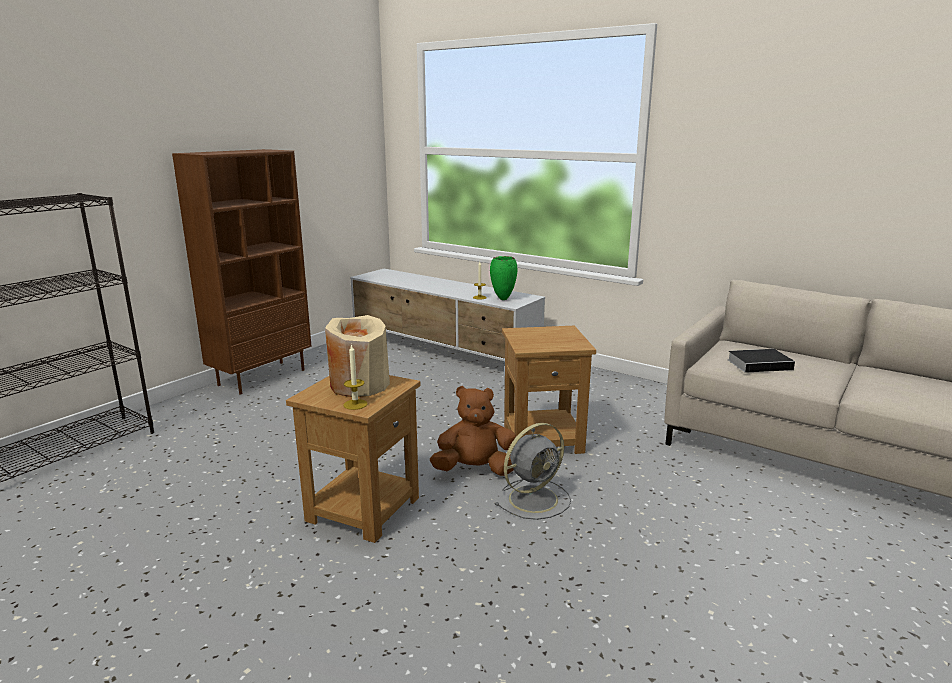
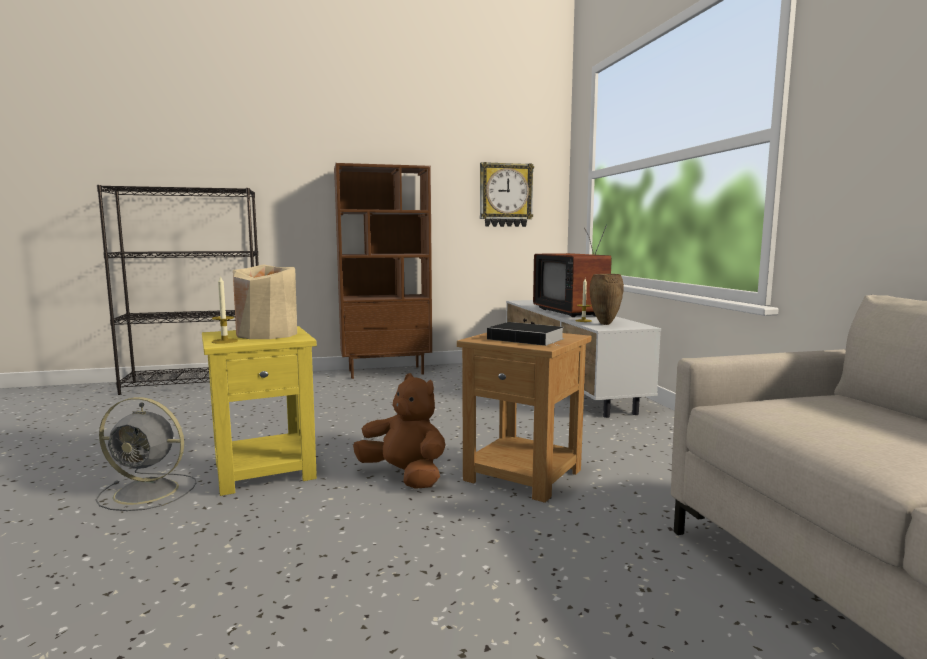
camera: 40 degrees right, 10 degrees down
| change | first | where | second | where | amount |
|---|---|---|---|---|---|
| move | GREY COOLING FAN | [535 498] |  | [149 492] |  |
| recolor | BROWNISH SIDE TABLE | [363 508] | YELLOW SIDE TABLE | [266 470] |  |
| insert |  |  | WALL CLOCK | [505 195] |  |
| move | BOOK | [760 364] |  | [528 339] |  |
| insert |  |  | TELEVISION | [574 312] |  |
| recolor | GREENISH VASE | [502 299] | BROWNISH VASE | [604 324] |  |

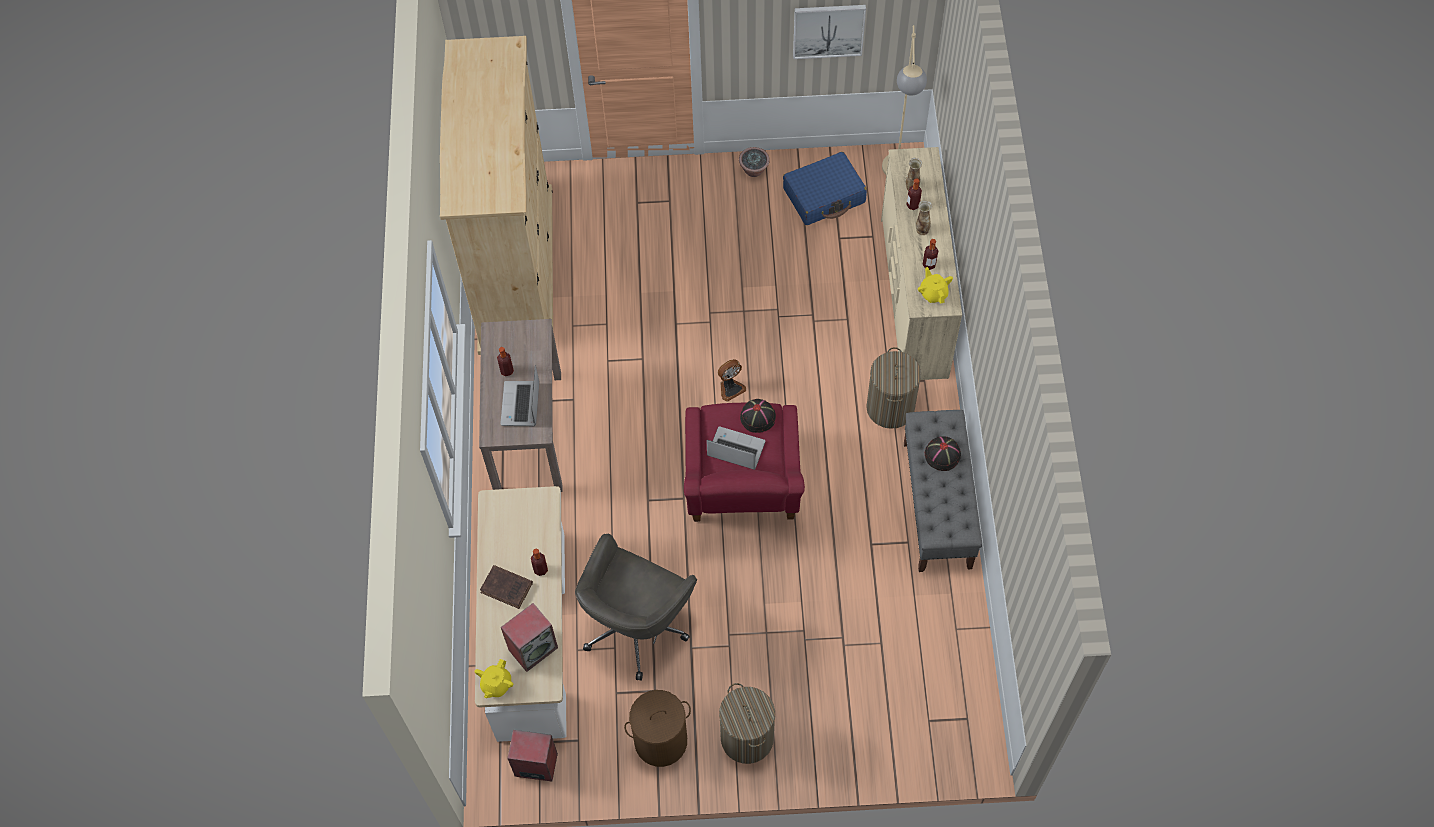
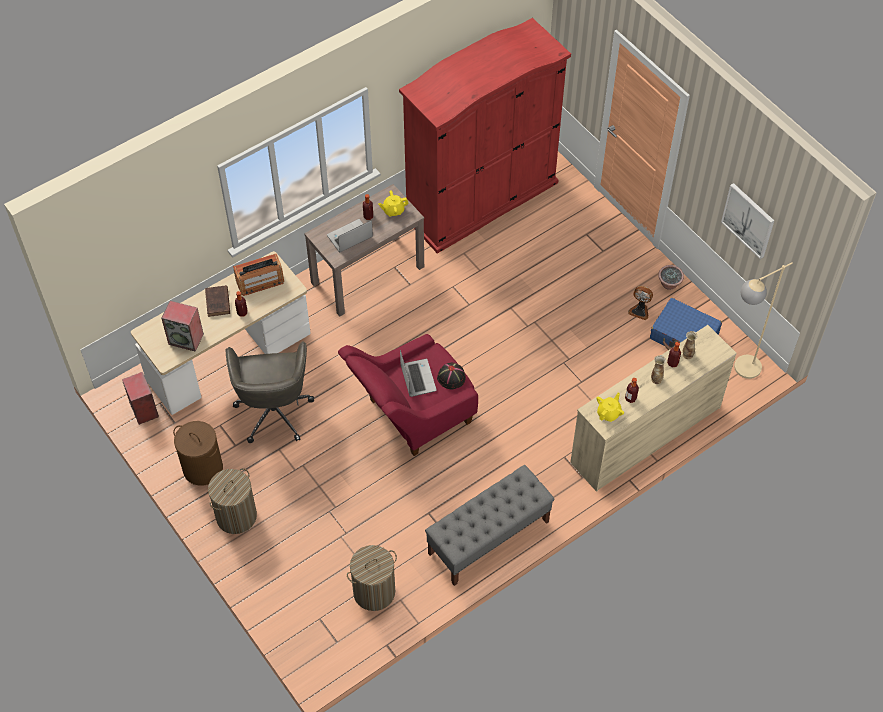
camera: 55 degrees right, 5 degrees down
| change | first | where | second | where | amount |
|---|---|---|---|---|---|
| rotate | GREY OFFICE CHAIR | [637 625] |  | [274 410] | 90 degrees counterclockwise |
| insert |  |  | RADIO RECEIVER | [260 281] |  |
| move | HAMPER | [890 407] |  | [374 591] |  |
| move | YELLOW POT FOR TEA | [496 684] |  | [393 210] |  |
| recolor | BEIGE-COLOURED ARMOIRE | [515 269] | REDDISH ARMOIRE | [481 199] |  |
| move | COOLING FAN | [730 388] |  | [639 311] |  |
| delete | BLACKISH WEARABLE HAT | [942 454] |  |  |  |

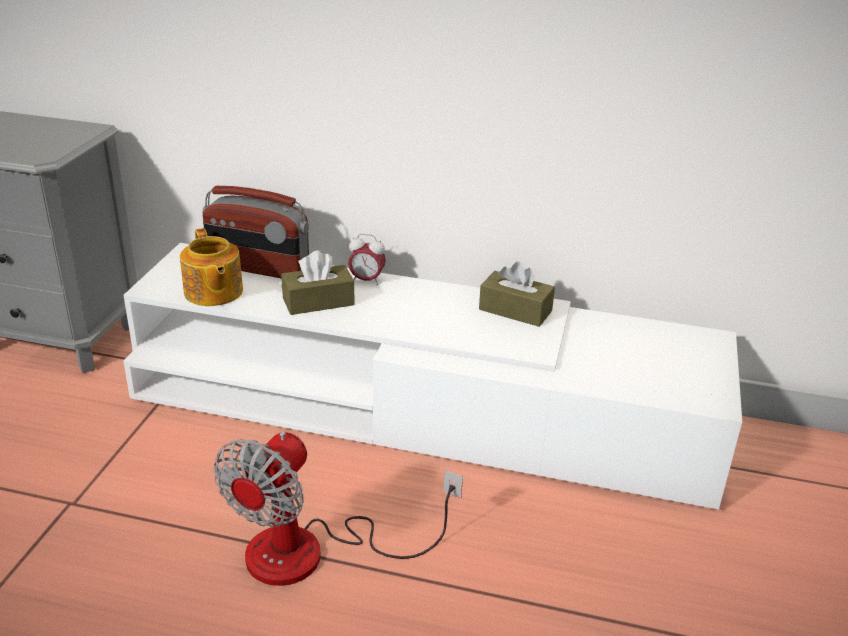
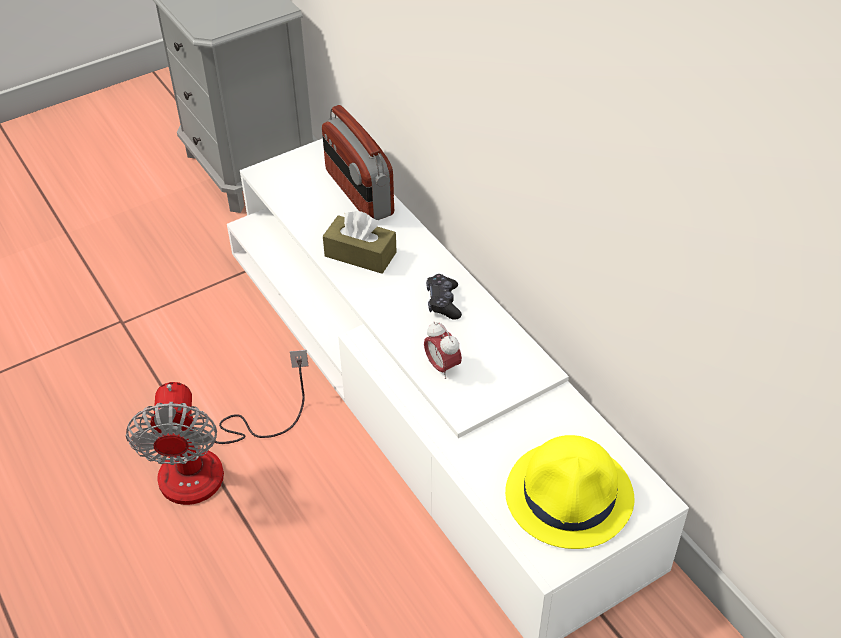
camera: 45 degrees right, 15 degrees up
| change | first | where | second | where | amount |
|---|---|---|---|---|---|
| rotate | COOLING FAN | [313 553] |  | [212 462] | 75 degrees counterclockwise |
| move | ALARM CLOCK | [366 280] |  | [442 367] |  |
| insert |  |  | BLACKISH GAMEPAD | [443 302] |  |
| insert |  |  | YELLOW WEARABLE HAT | [570 495] |  |
| delete | POT FOR TEA | [213 292] |  |  |  |
| delete | BROWNISH TISSUE HOLDER | [515 310] |  |  |  |

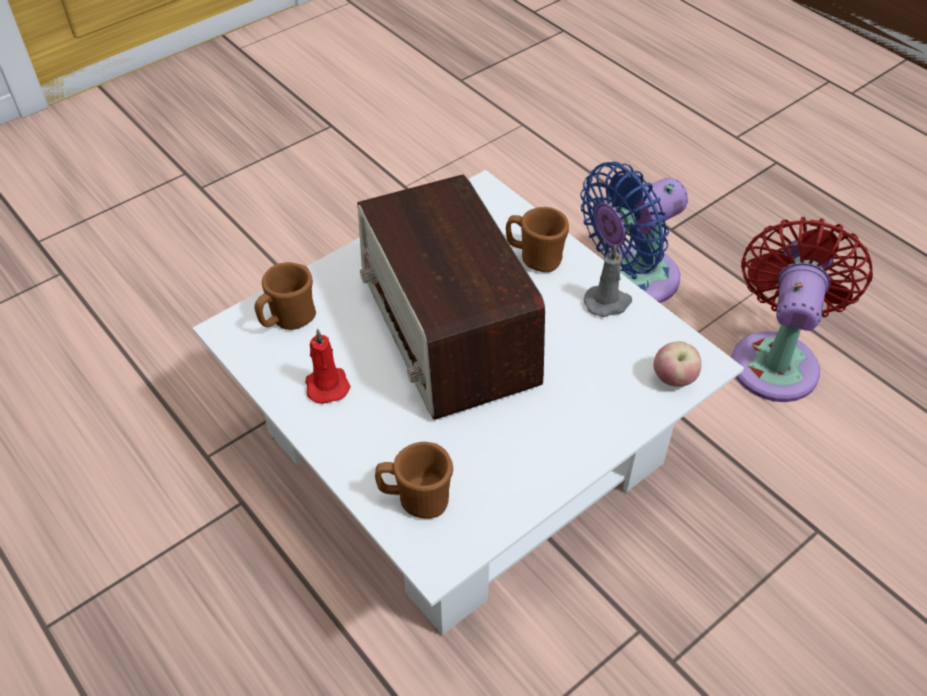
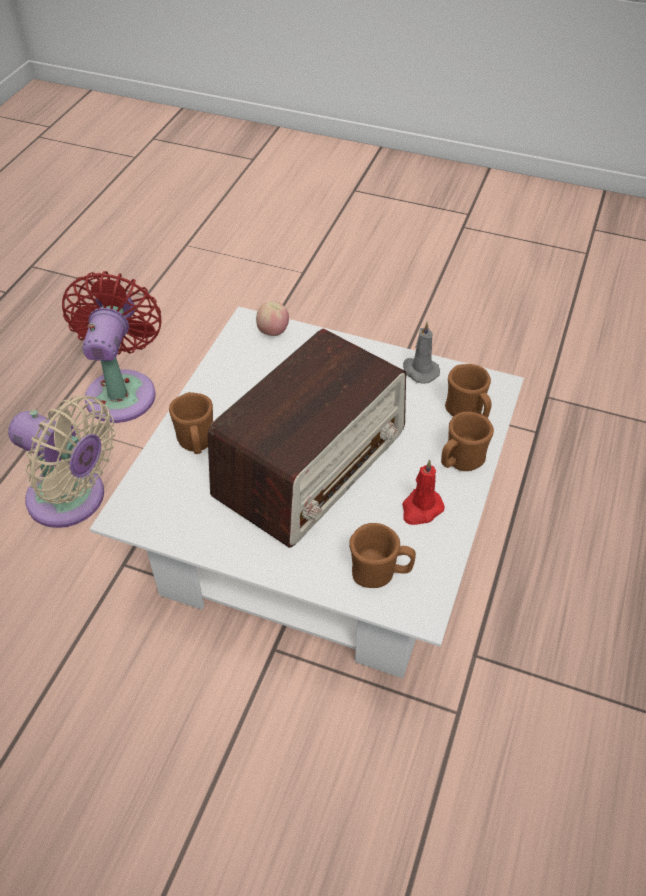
camera: 120 degrees left, 0 degrees up
| change | first | where | second | where | amount |
|---|---|---|---|---|---|
| recolor | BLUE-COLOURED COOLING FAN | [631 280] | BEIGE-COLOURED COOLING FAN | [73 500] |  |
| rotate | REDDISH COOLING FAN | [776 359] |  | [122 390] | 105 degrees clockwise |
| move | GREY WAX CANDLE | [608 302] |  | [419 371] |  |
| insert |  |  | BROWNISH COFFEE MUG | [460 462] |  |

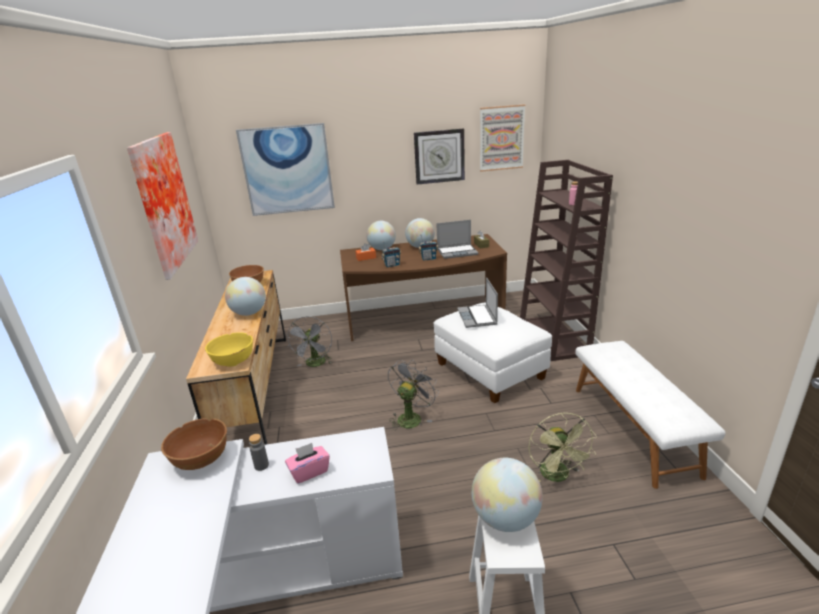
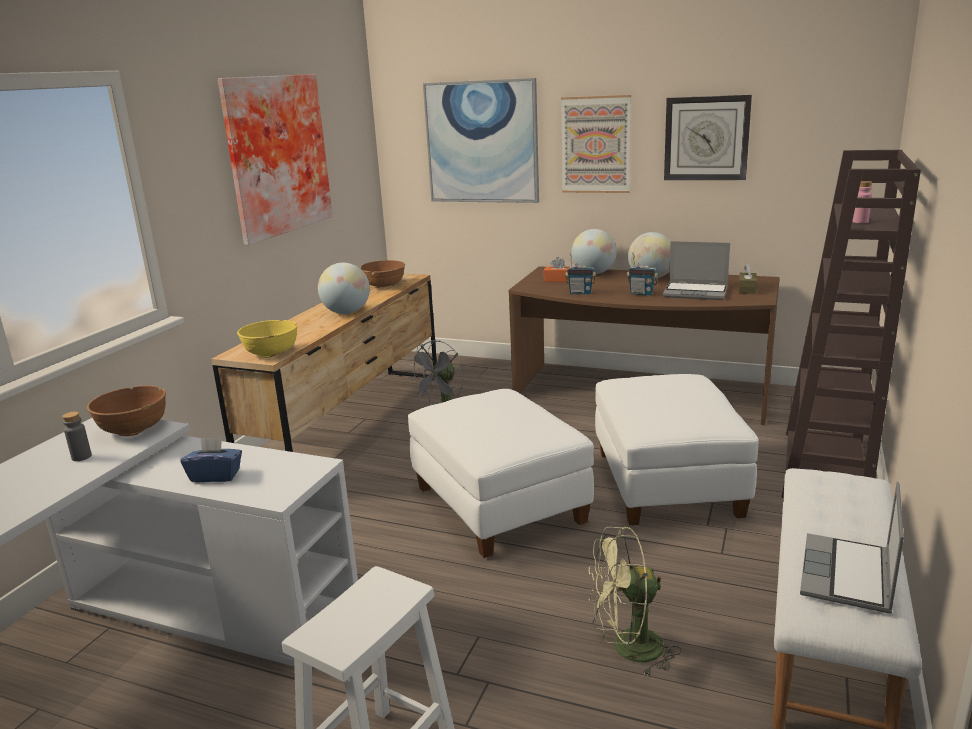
camera: 30 degrees right, 5 degrees down
| change | first | where | second | where | amount |
|---|---|---|---|---|---|
| move | GREY DRINK BOTTLE | [261 465] |  | [81 457] |  |
| recolor | PINKISH TISSUE HOLDER | [309 471] | BLUE-COLOURED TISSUE HOLDER | [215 476] |  |
| replace | GREY COOLING FAN | [411 417] | WHITE OTTOMAN | [498 506] |  |
| move | WALL PICTURE | [501 138] |  | [595 145] |  |
| rotate | GREENISH COOLING FAN | [558 476] |  | [627 649] | 60 degrees clockwise |
| move | LAPTOP | [477 317] |  | [848 576] |  |
| delete | GLOBE | [505 518] |  |  |  |

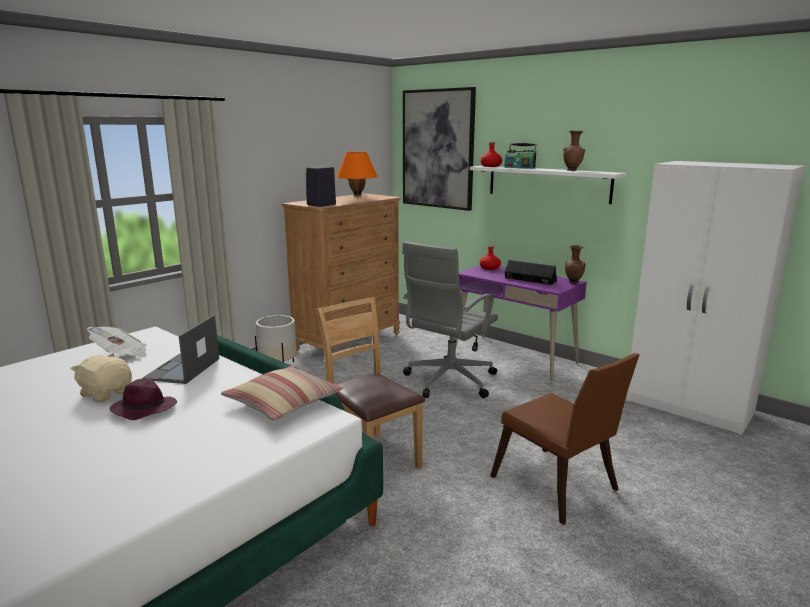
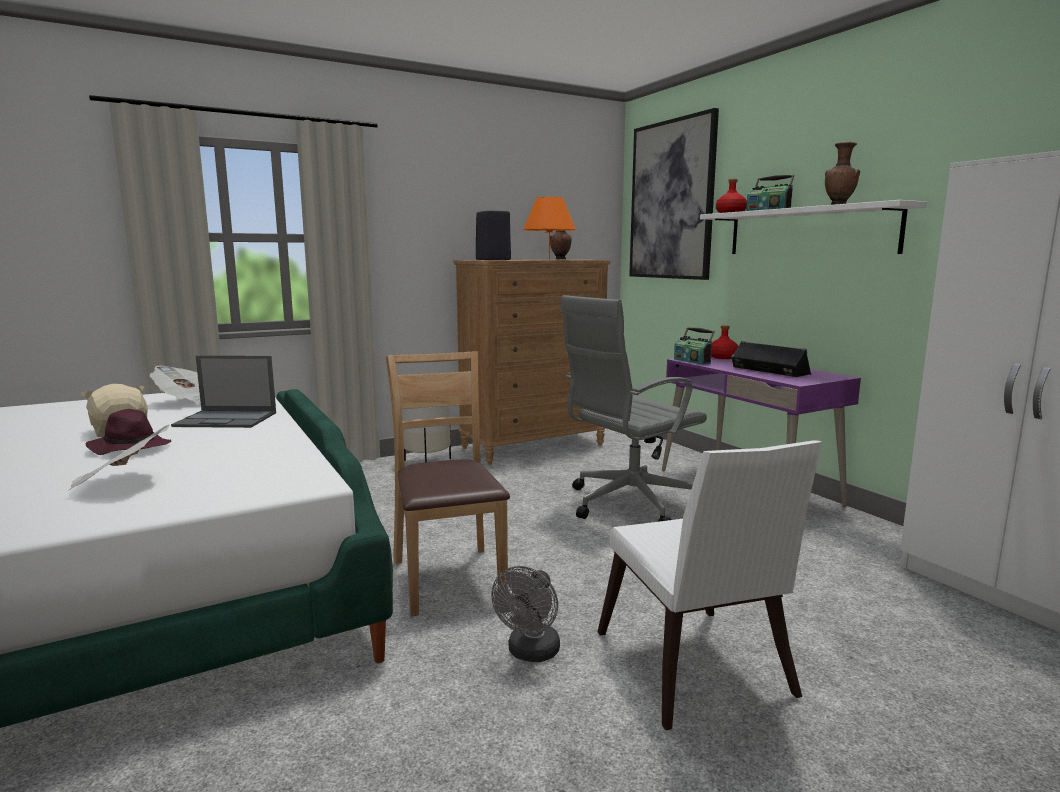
camera: 20 degrees right, 5 degrees down
| change | first | where | second | where | amount |
|---|---|---|---|---|---|
| insert |  |  | DAILY PAPER | [120 483] |  |
| rotate | LAPTOP | [182 369] |  | [227 419] | 120 degrees counterclockwise |
| insert |  |  | GREY COOLING FAN | [530 653] |  |
| recolor | BROWNISH PLAIN CHAIR | [558 488] | WHITE PLAIN CHAIR | [695 672] |  |
| insert |  |  | RADIO RECEIVER | [693 361] |  |
| delete | THROW PILLOW | [283 403] |  |  |  |
| delete | BROWNISH VASE | [573 282] |  |  |  |

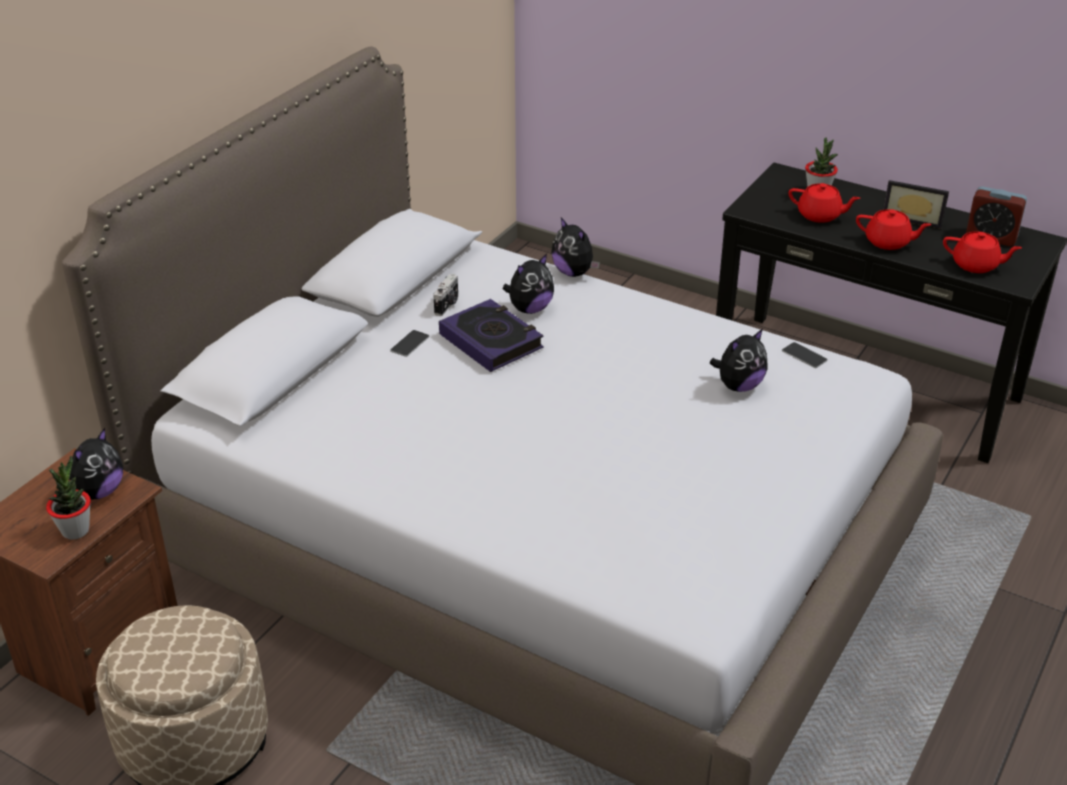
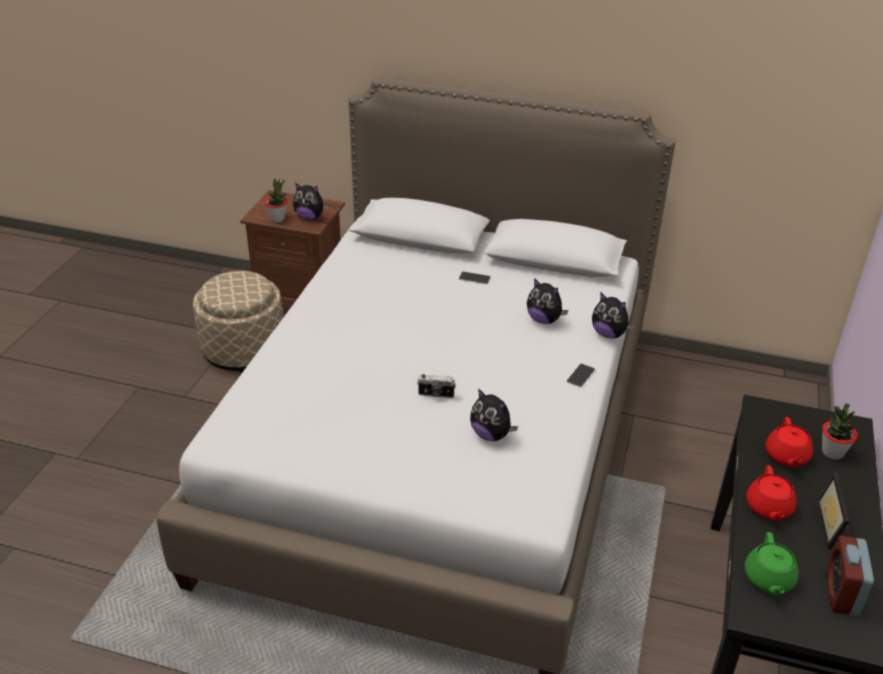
camera: 75 degrees right, 0 degrees up
| change | first | where | second | where | amount |
|---|---|---|---|---|---|
| move | PHOTO CAMERA | [447 305] |  | [436 395] |  |
| move | HANDSET | [804 355] |  | [580 375] |  |
| rotate | PLUSH TOY | [574 272] |  | [609 334] | 90 degrees counterclockwise |
| recolor | REDDISH POT FOR TEA | [976 265] | GREENISH POT FOR TEA | [768 579] |  |
| delete | BOOK | [491 341] |  |  |  |

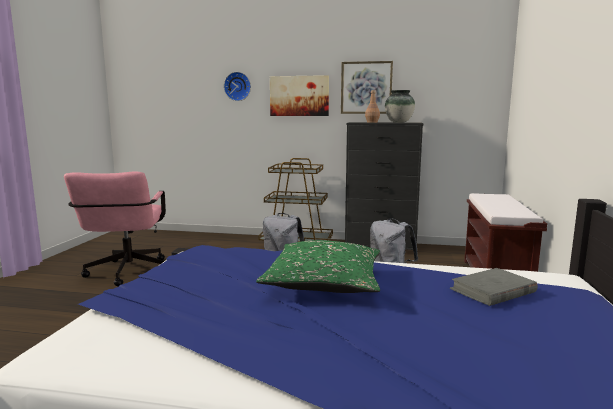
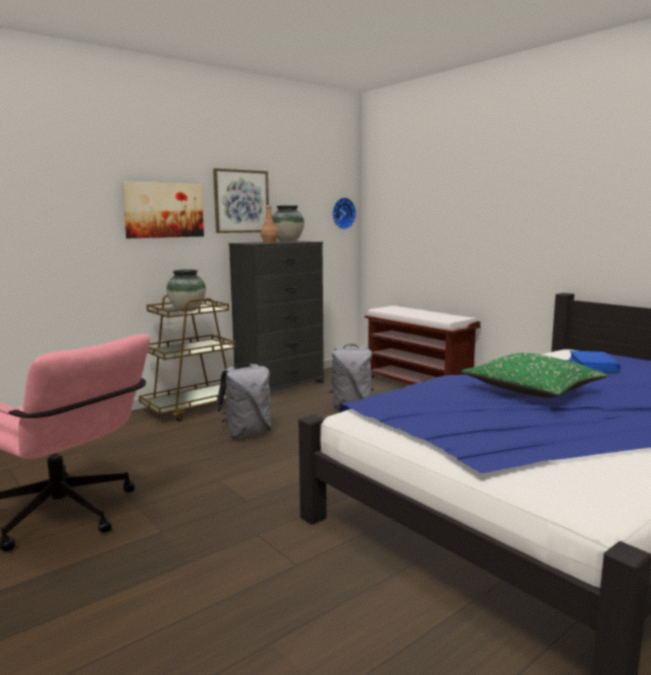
camera: 50 degrees left, 0 degrees up
| change | first | where | second | where | amount |
|---|---|---|---|---|---|
| insert |  |  | VASE | [187 310] |  |
| move | WALL CLOCK | [238 86] |  | [342 213] |  |
| recolor | GREY BOOK | [492 291] | BLUE-COLOURED BOOK | [593 365] |  |

